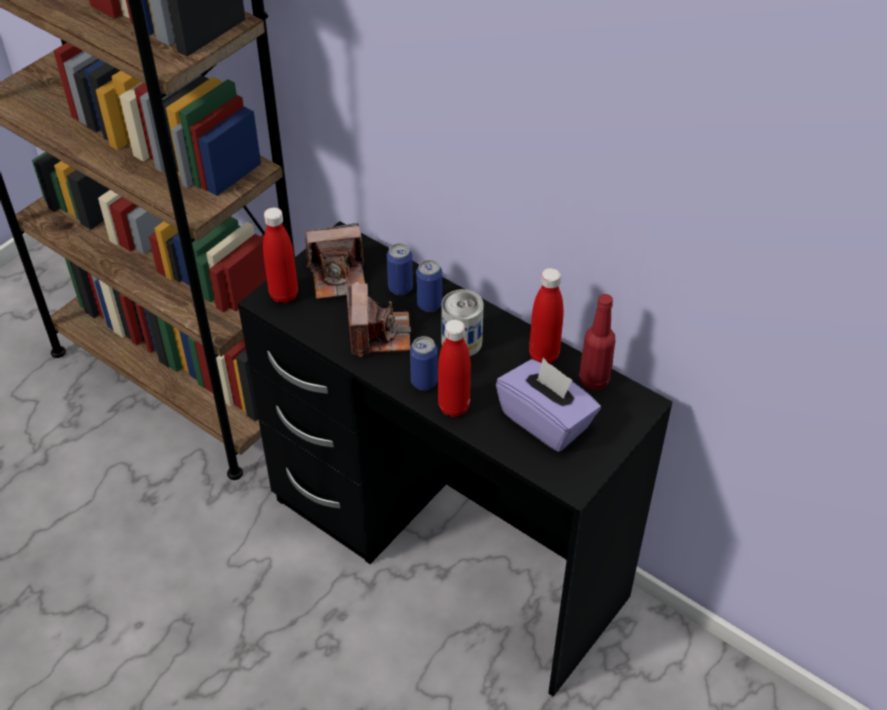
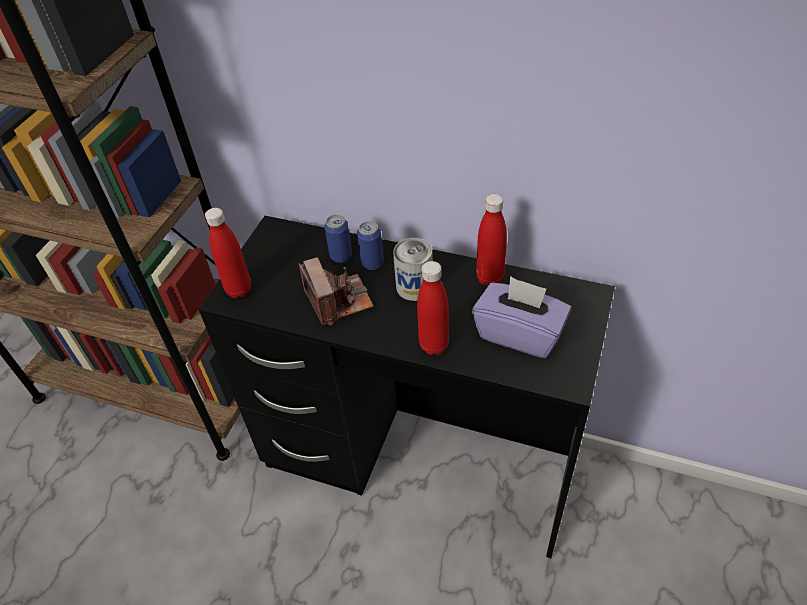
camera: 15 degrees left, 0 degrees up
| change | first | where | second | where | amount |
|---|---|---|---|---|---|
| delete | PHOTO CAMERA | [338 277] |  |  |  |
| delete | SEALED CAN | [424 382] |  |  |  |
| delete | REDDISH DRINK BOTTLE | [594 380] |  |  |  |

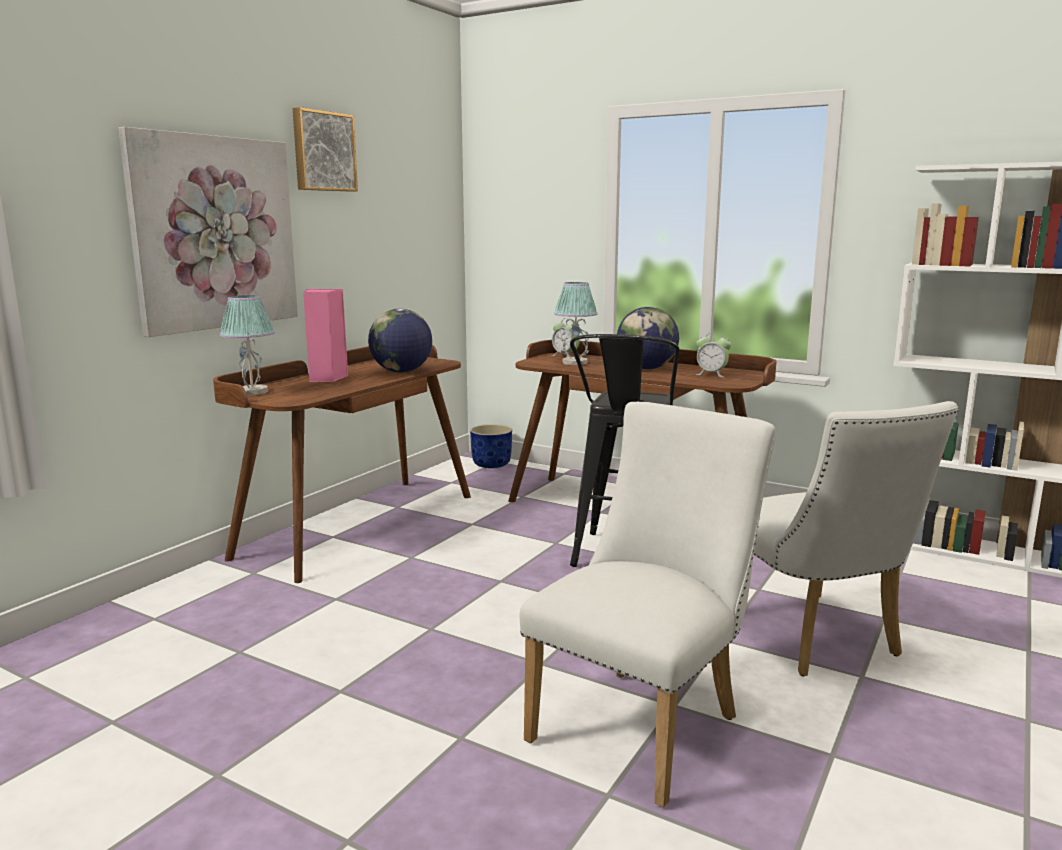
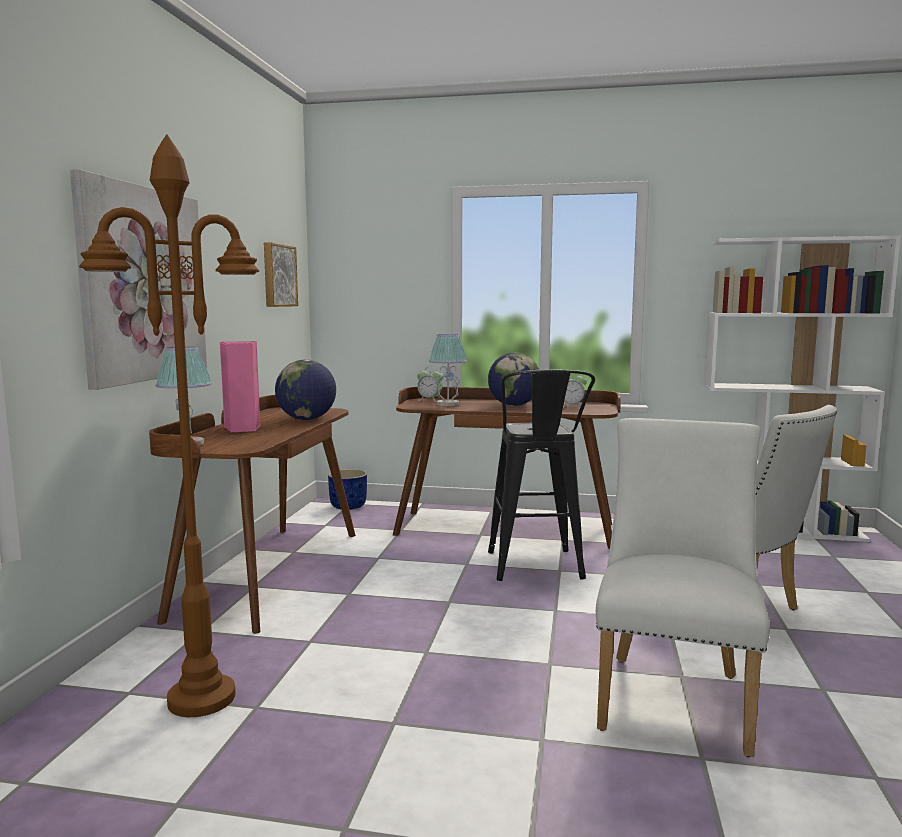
camera: 20 degrees left, 5 degrees down
| change | first | where | second | where | amount |
|---|---|---|---|---|---|
| insert |  |  | BROWNISH STANDING LAMP | [202 698] |  |
| move | WALL PICTURE | [323 151] |  | [278 275] |  |

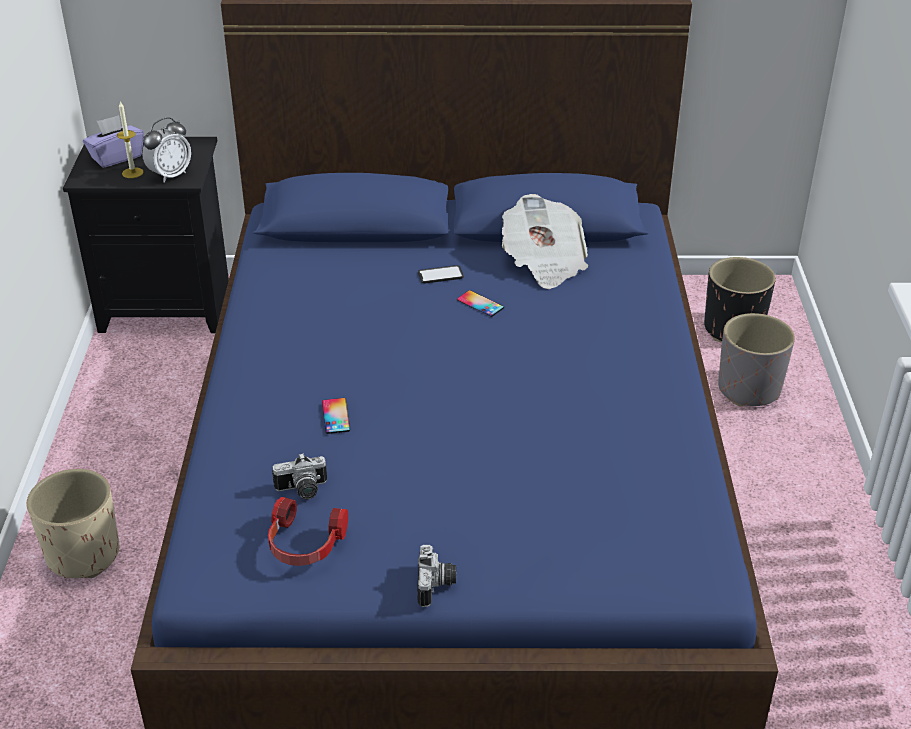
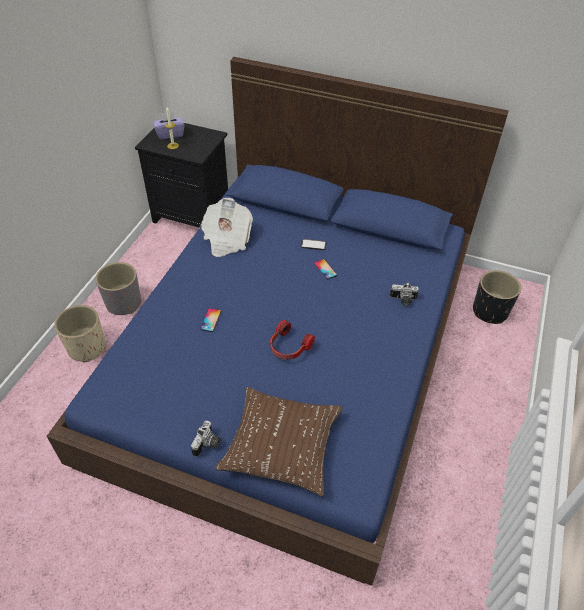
camera: 20 degrees right, 10 degrees up
| change | first | where | second | where | amount |
|---|---|---|---|---|---|
| move | GREY PLANT POT | [749 389] |  | [124 303] |  |
| move | DAILY PAPER | [544 262] |  | [227 239] |  |
| insert |  |  | BROWNISH THROW PILLOW | [281 445] |  |
| move | PAIR OF HEADPHONES | [304 544] |  | [288 347] |  |
| move | PHOTO CAMERA | [302 490] |  | [403 300] |  |
| delete | ALARM CLOCK | [170 175] |  |  |  |

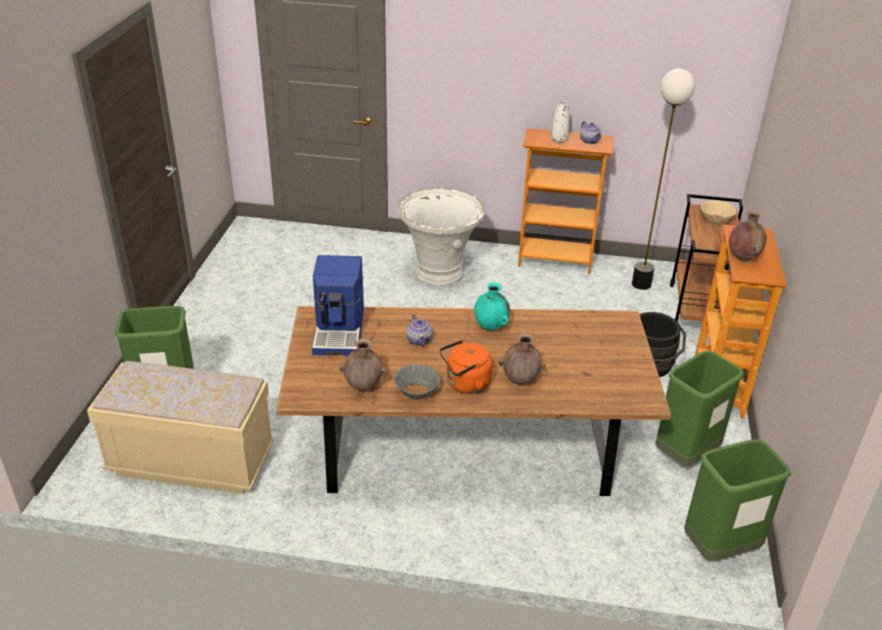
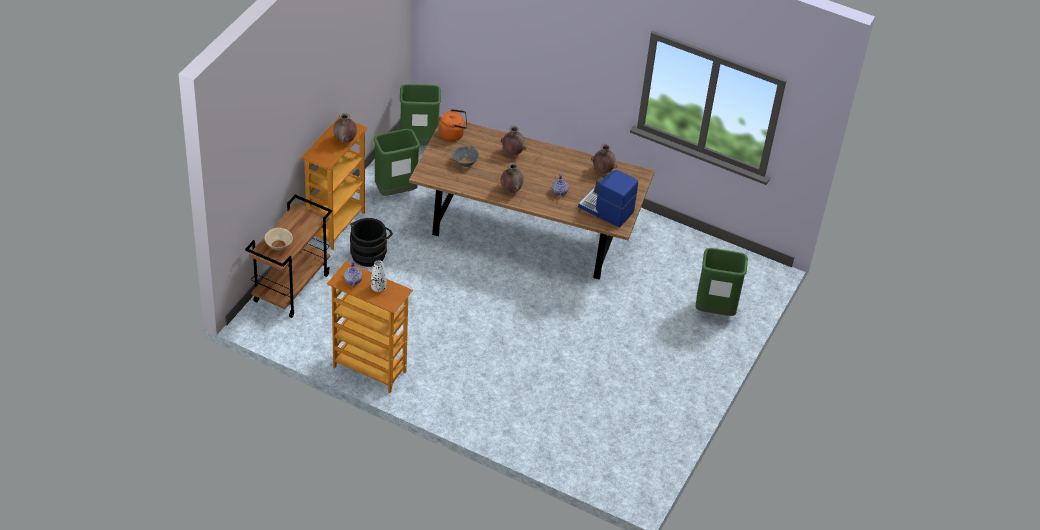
camera: 165 degrees left, 10 degrees up
| change | first | where | second | where | amount |
|---|---|---|---|---|---|
| move | ORANGE KETTLE | [465 384] |  | [453 134] |  |
| move | GREY SERVING BOWL | [416 392] |  | [465 162] |  |
| recolor | TURQUOISE-COLOURED VASE | [491 327] | BROWNISH VASE | [511 190] |  |
| rotate | COFFEE BREWER | [340 331] |  | [606 210] | 75 degrees counterclockwise |
| delete | BEIGE-COLOURED BENCH | [192 462] |  |  |  |
| delete | WHITE PLANT POT | [440 273] |  |  |  |
| delete | STANDING LAMP | [641 284] |  |  |  |

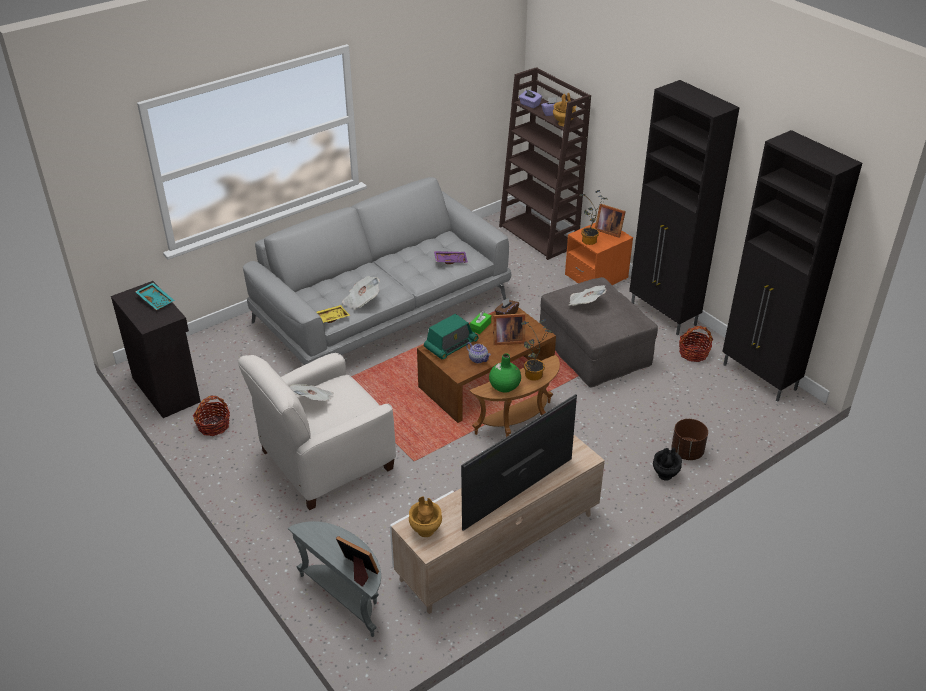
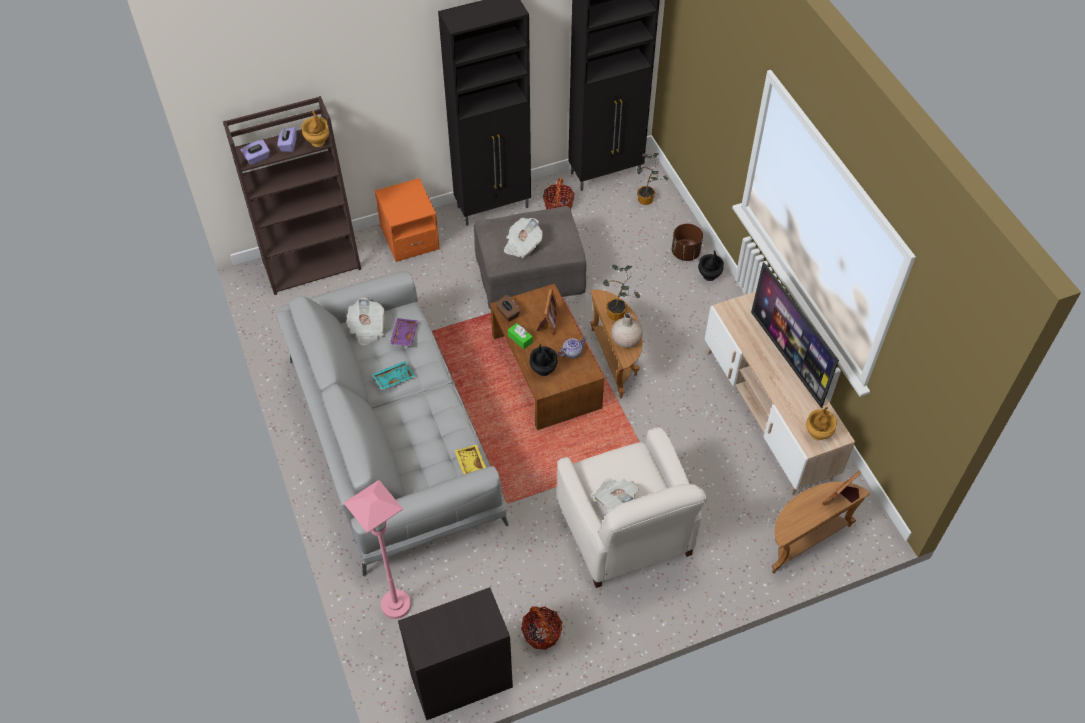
camera: 75 degrees left, 15 degrees up
| change | first | where | second | where | amount |
|---|---|---|---|---|---|
| insert |  |  | PINKISH STANDING LAMP | [396 605] |  |
| move | DAILY PAPER | [361 301] |  | [367 329] |  |
| move | TURQUOISE-COLOURED SERVING TRAY | [156 300] |  | [393 378] |  |
| replace | RADIO RECEIVER | [451 345] | BLACKISH VASE | [543 370] |  |
| recolor | GREENISH VASE | [504 386] | BEIGE-COLOURED VASE | [626 339] |  |
| move | POTTED PLANT | [589 242] |  | [647 200] |  |
| recolor | GREY SIDE TABLE | [346 597] | BROWNISH SIDE TABLE | [804 539] |  |
| delete | PHOTO FRAME | [608 230] |  |  |  |

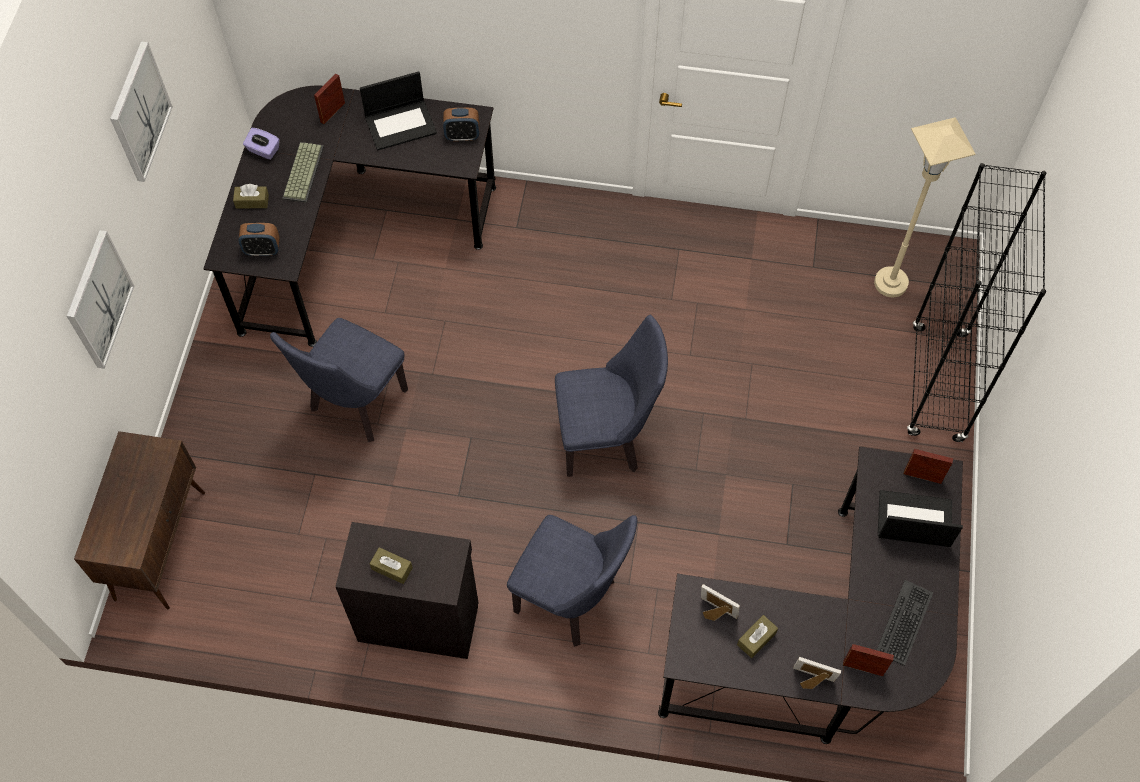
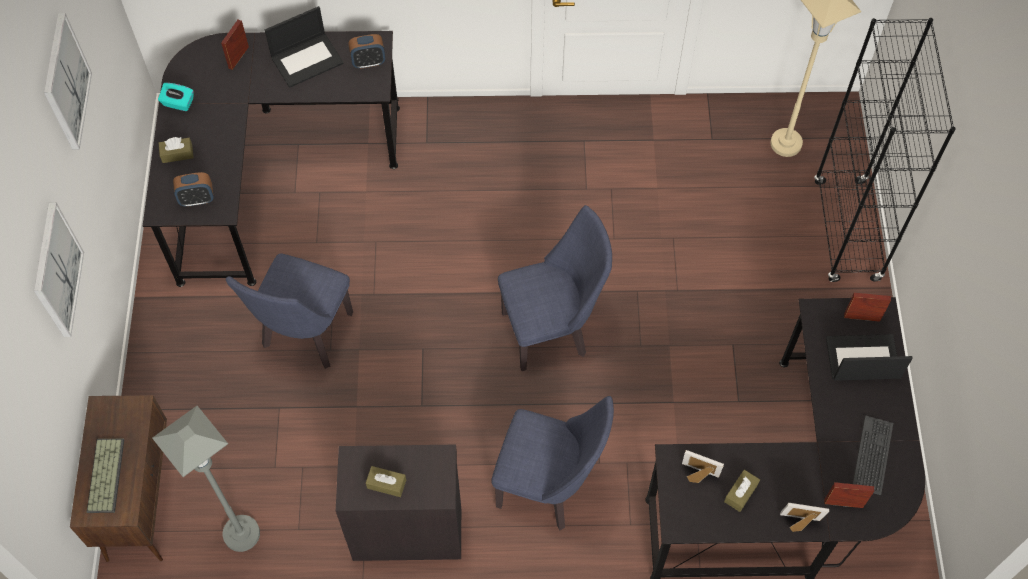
camera: 10 degrees left, 0 degrees up
| change | first | where | second | where | amount |
|---|---|---|---|---|---|
| move | PC KEYBOARD | [302 172] |  | [104 474] |  |
| insert |  |  | GREY STANDING LAMP | [242 534] |  |
| recolor | PURPLE-COLOURED TISSUE HOLDER | [263 150] | TURQUOISE-COLOURED TISSUE HOLDER | [178 103] |  |

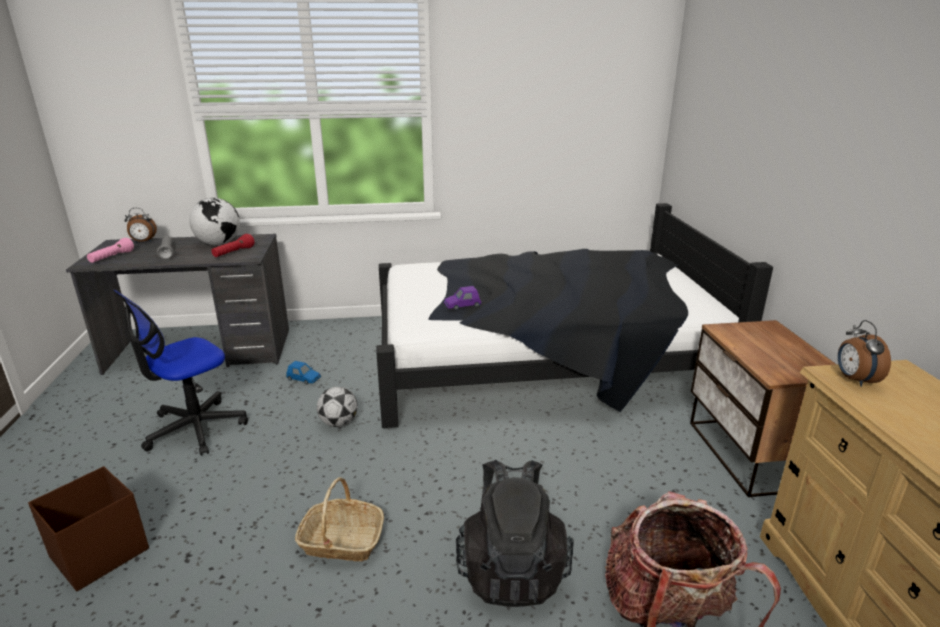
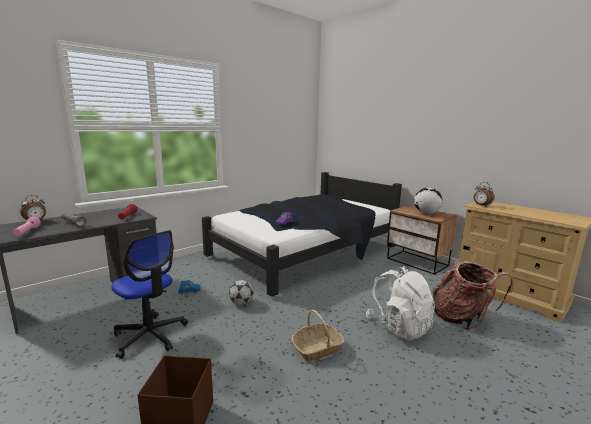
camera: 35 degrees left, 10 degrees down
| change | first | where | second | where | amount |
|---|---|---|---|---|---|
| rotate | OFFICE CHAIR | [195 428] |  | [150 335] | 60 degrees counterclockwise |
| recolor | BLACKISH RUCKSACK | [511 570] | WHITE RUCKSACK | [398 327] |  |
| move | GLOBE | [219 244] |  | [426 214] |  |

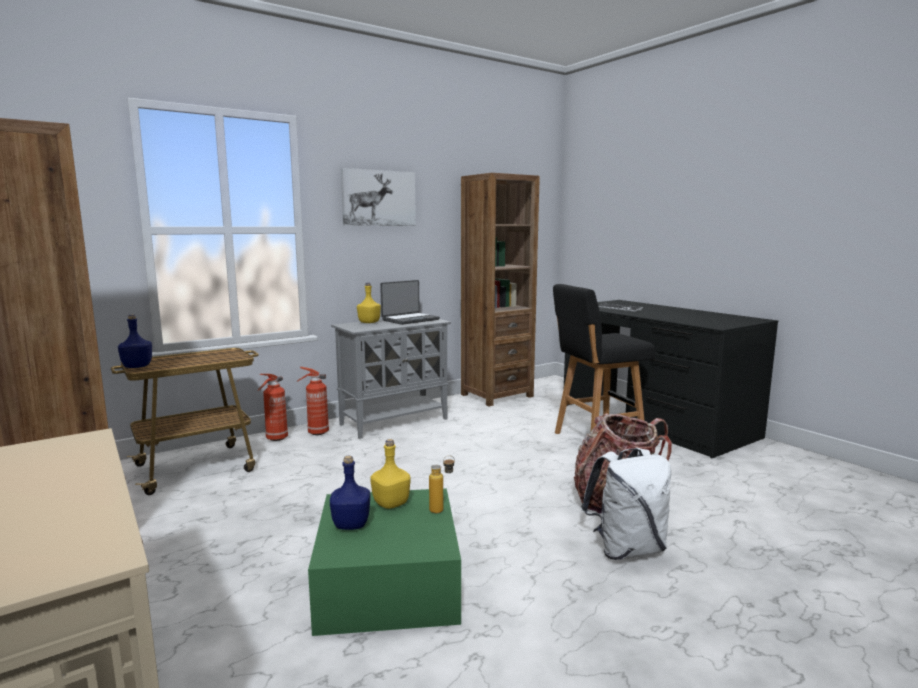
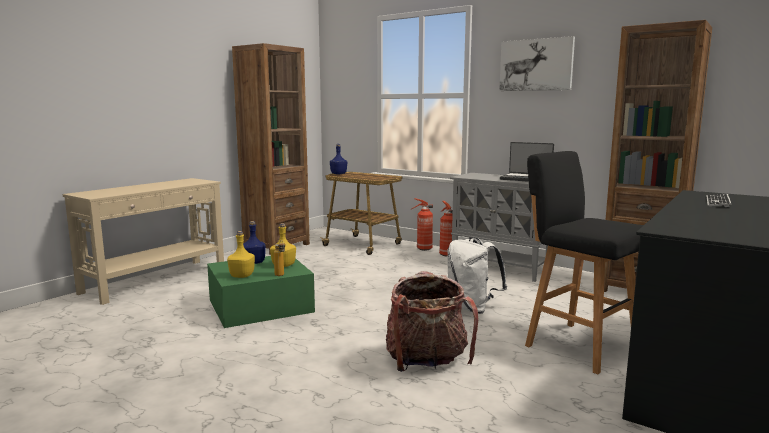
camera: 70 degrees right, 0 degrees up
| change | first | where | second | where | amount |
|---|---|---|---|---|---|
| move | YELLOW DRINK BOTTLE | [369 322] |  | [242 276] |  |
| move | WHITE RUCKSACK | [626 549] |  | [472 308] |  |

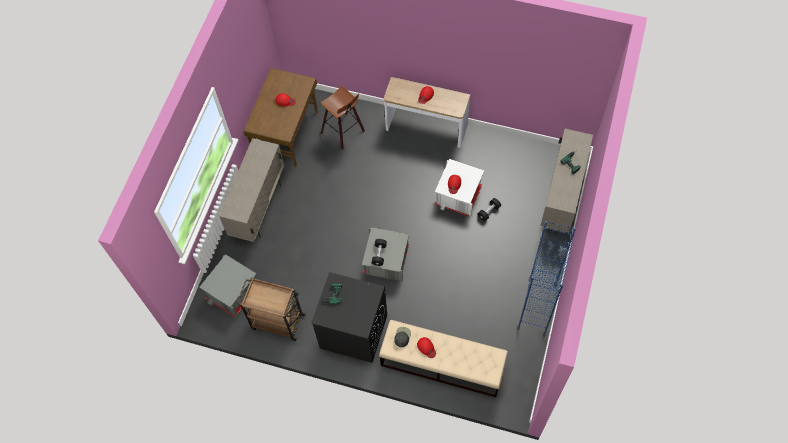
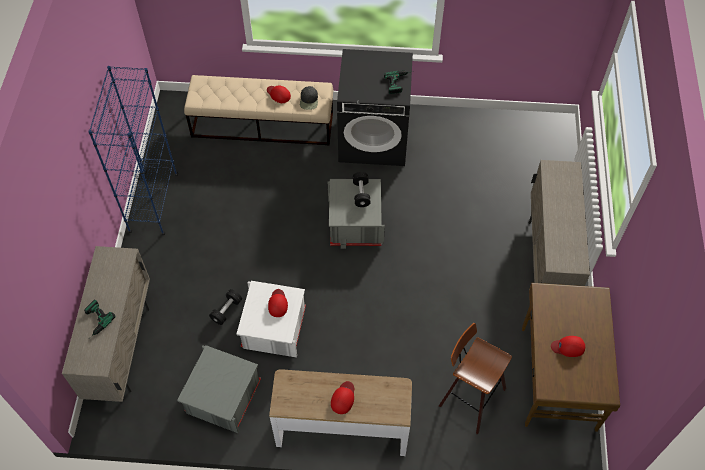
camera: 165 degrees right, 5 degrees down
| change | first | where | second | where | amount |
|---|---|---|---|---|---|
| move | GREY STORAGE CONTAINER | [233 292] |  | [222 397] |  |
| delete | BROWNISH CART | [277 321] |  |  |  |

